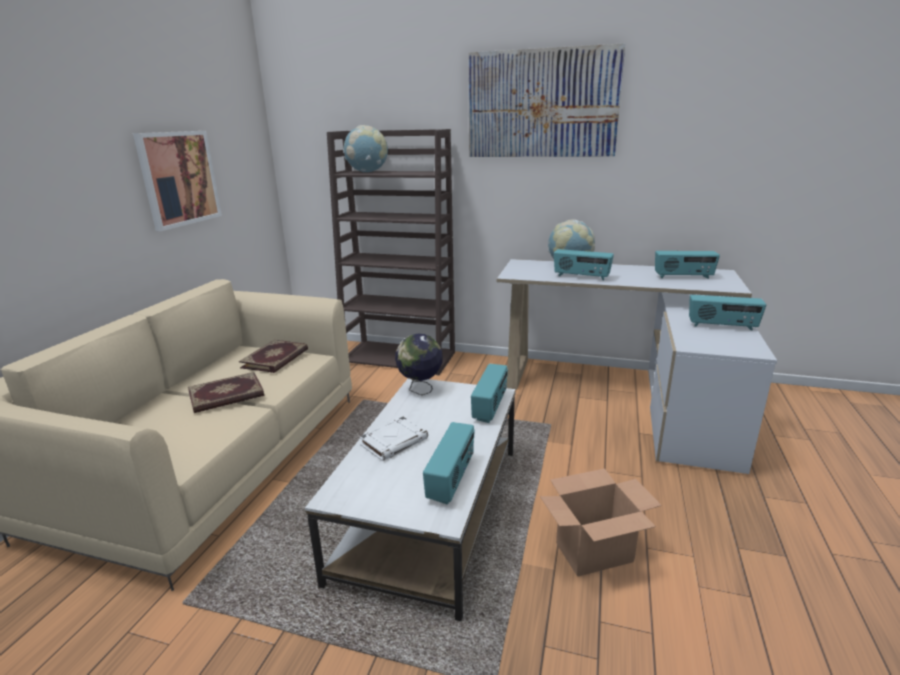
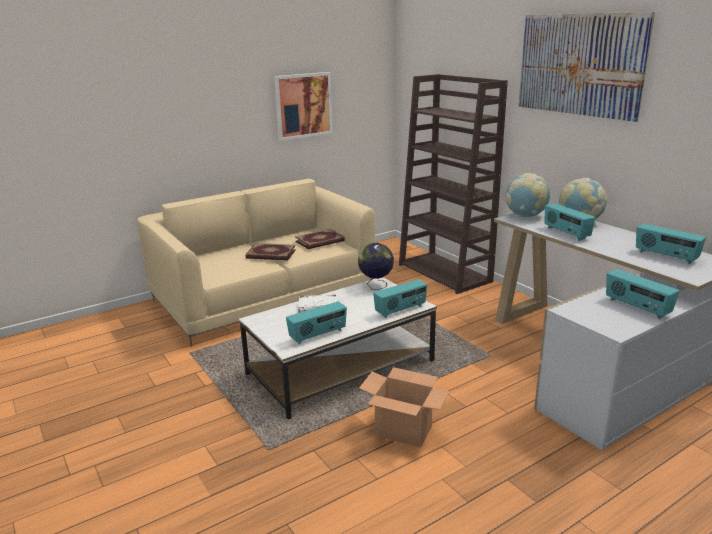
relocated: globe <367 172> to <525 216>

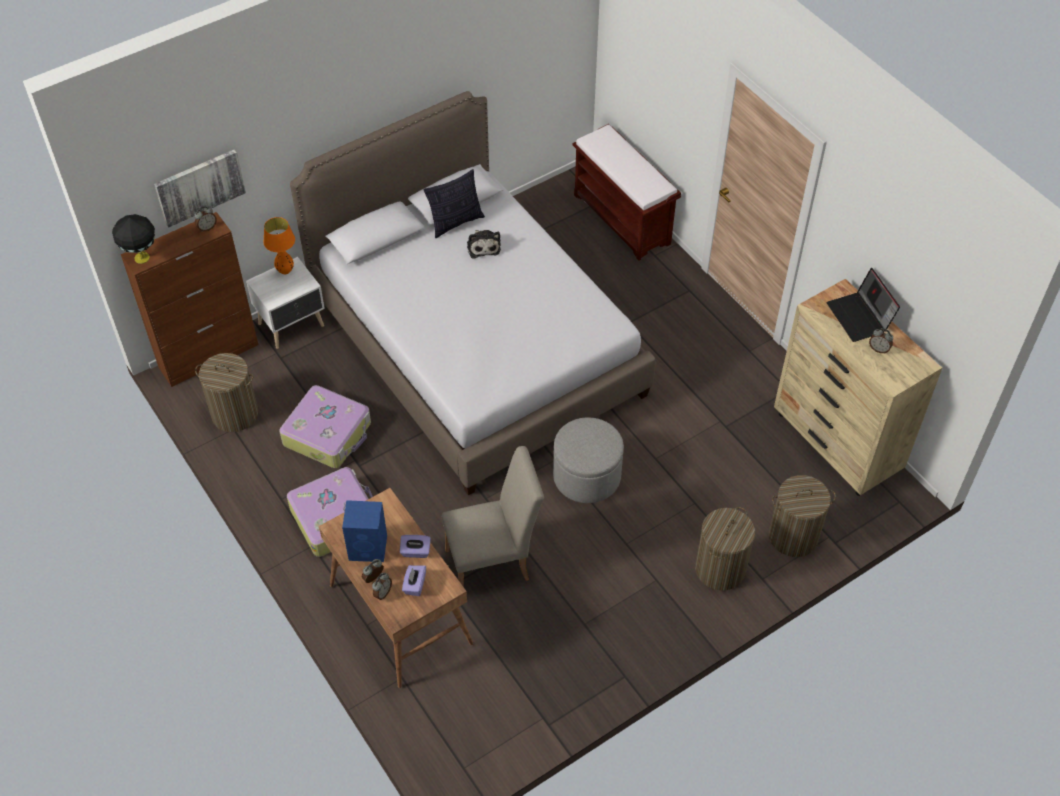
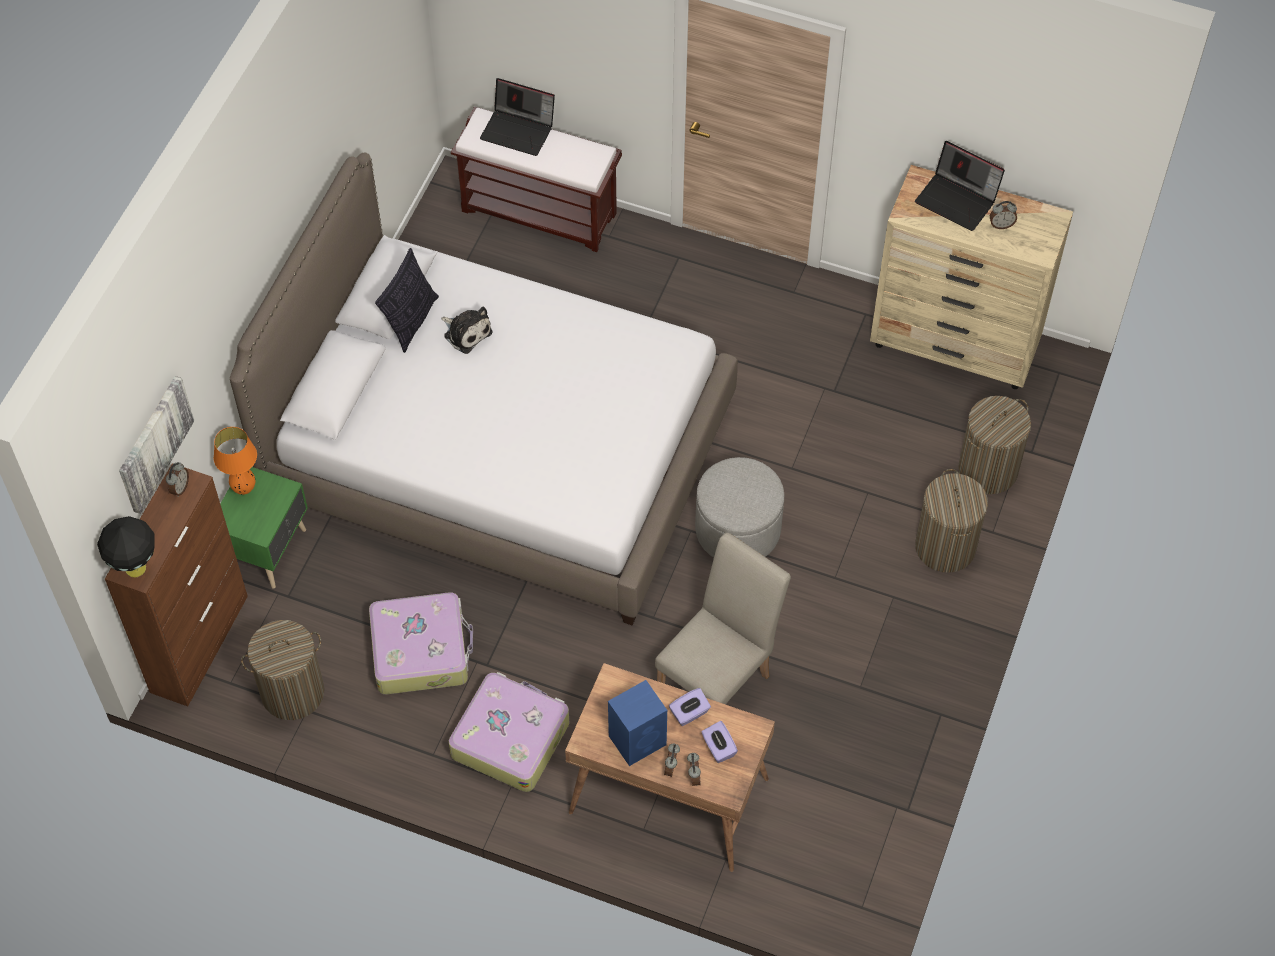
appeared: notebook computer <519 130>
colour: night table (white-coloured) <292 325> to night table (greenish) <268 550>

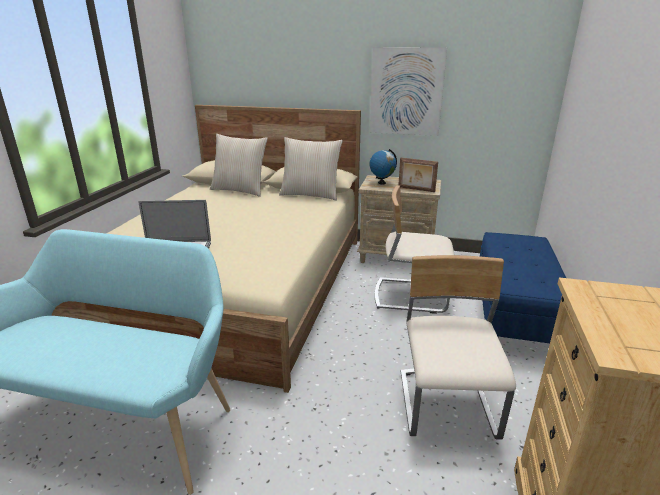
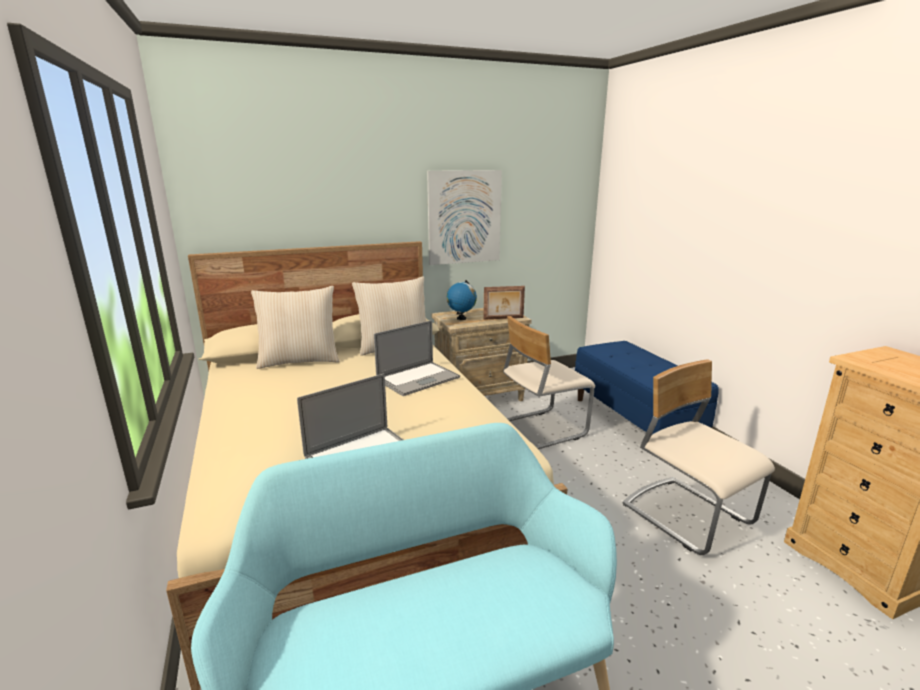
appeared: notebook computer <418 379>

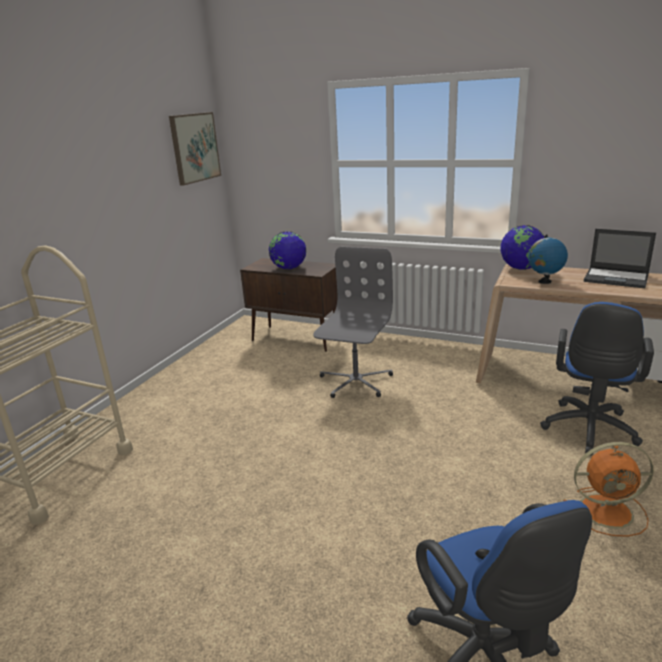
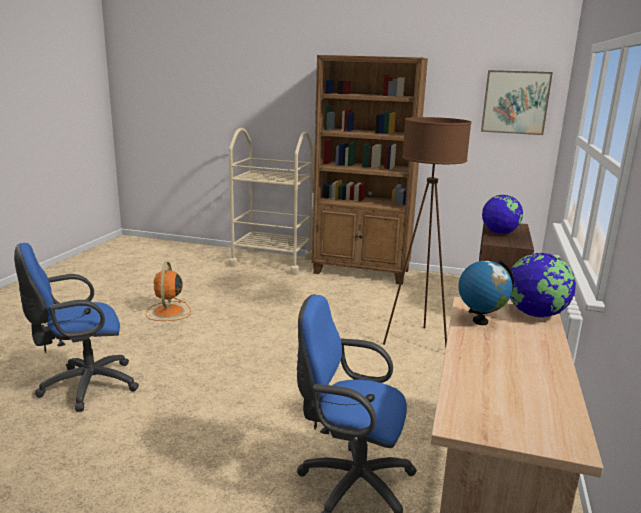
missing: notebook computer <617 278>
appeared: bookshelf (brownish) <362 272>
relocated: electric fan (orange) <608 511> to <168 312>
exchanged: office chair (greyish) <355 381> to floor lamp (brownish) <417 342>

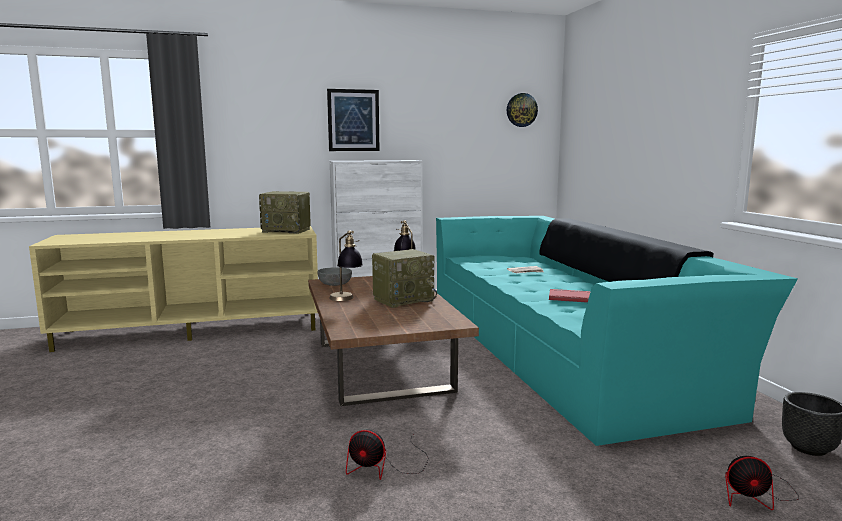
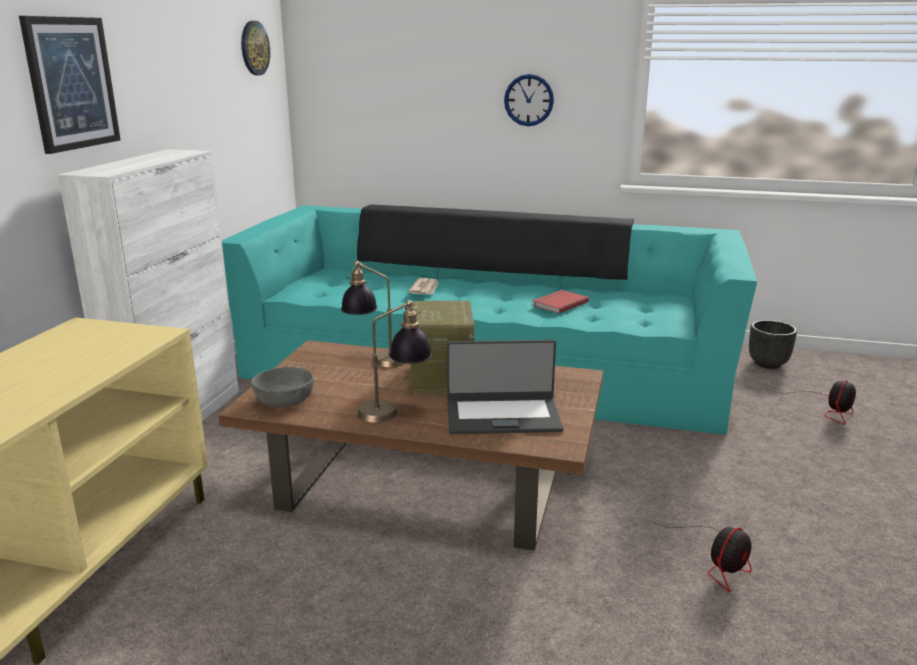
missing: radio <287 230>
appeared: notebook computer <502 416>; wall clock <529 100>

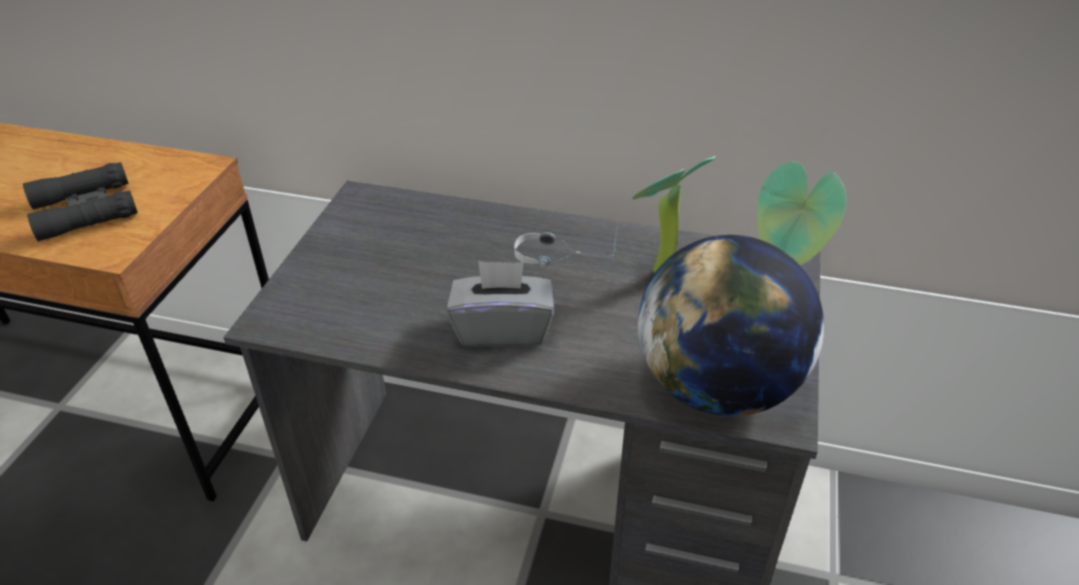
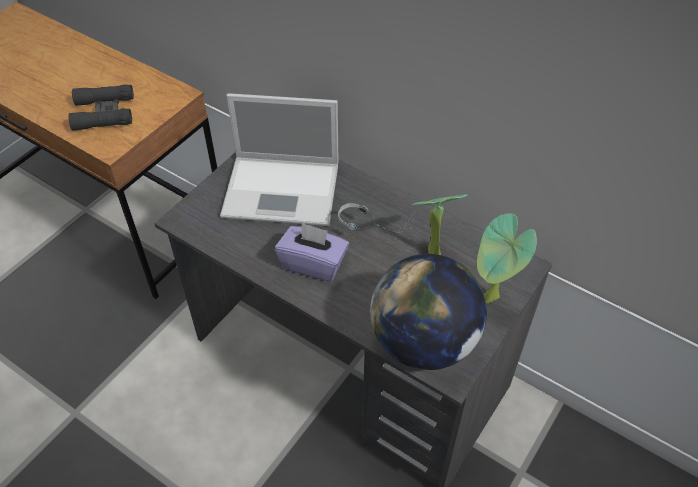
appeared: notebook computer <284 190>
colour: tissue holder (greyish) <502 329> to tissue holder (purple-coloured) <313 263>

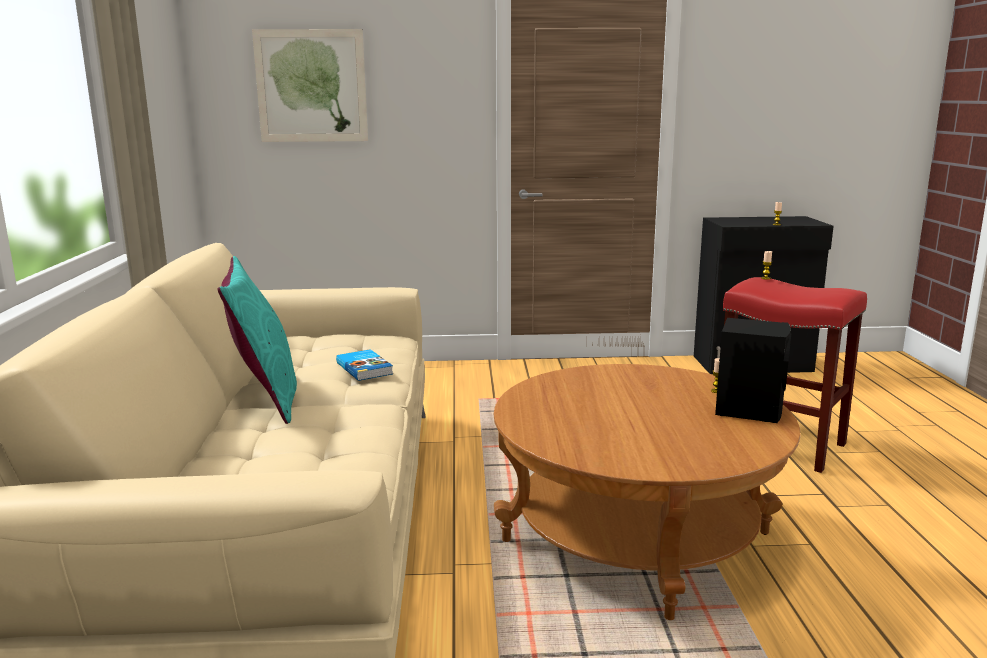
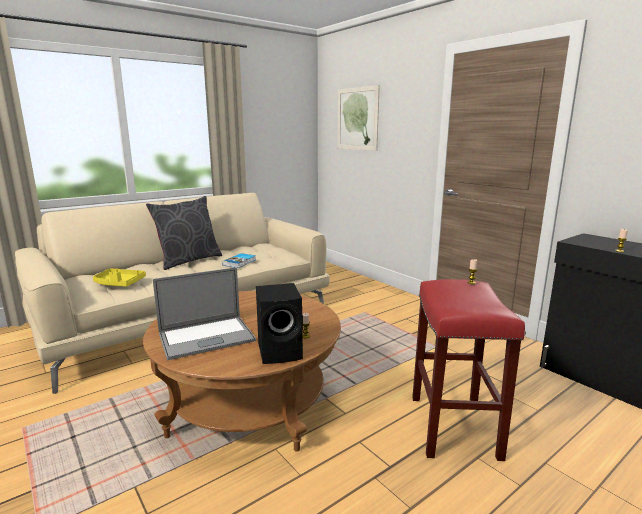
appeared: serving tray (yellow) <119 283>; notebook computer <206 337>
colour: throw pillow (turquoise-coloured) <265 399> to throw pillow (greyish) <188 260>

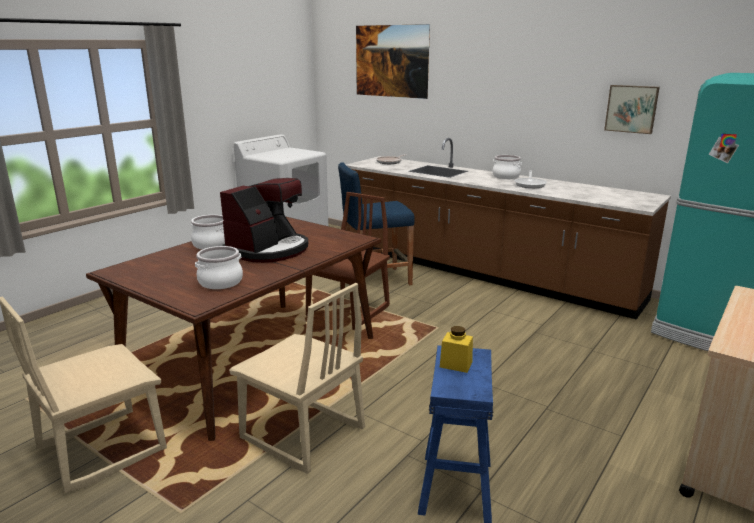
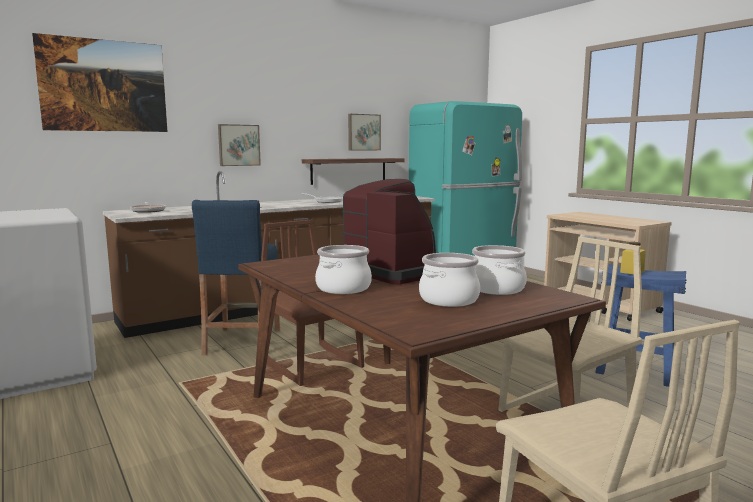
appeared: wall art <238 145>; shelf <349 170>
relocated: cooking pot <506 176> to <449 300>

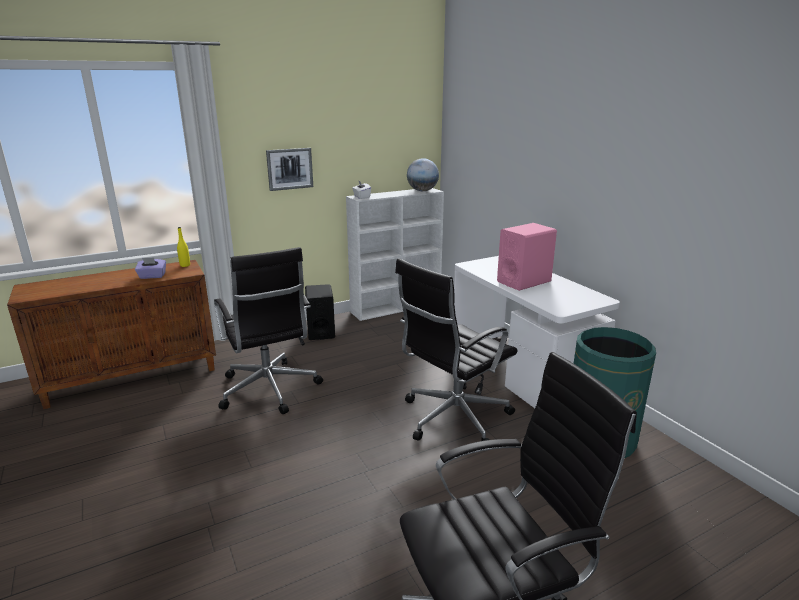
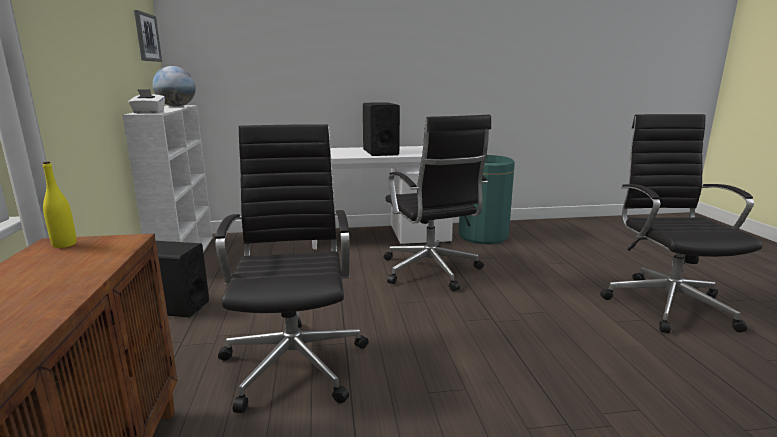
missing: tissue holder (purple-coloured) <152 276>
relocated: wall art <289 169> to <147 37>
colour: loudspeaker (pink) <524 282> to loudspeaker (black-coloured) <380 152>
spun: office chair (black-coloured) <269 390> = <295 361> 90 degrees counterclockwise

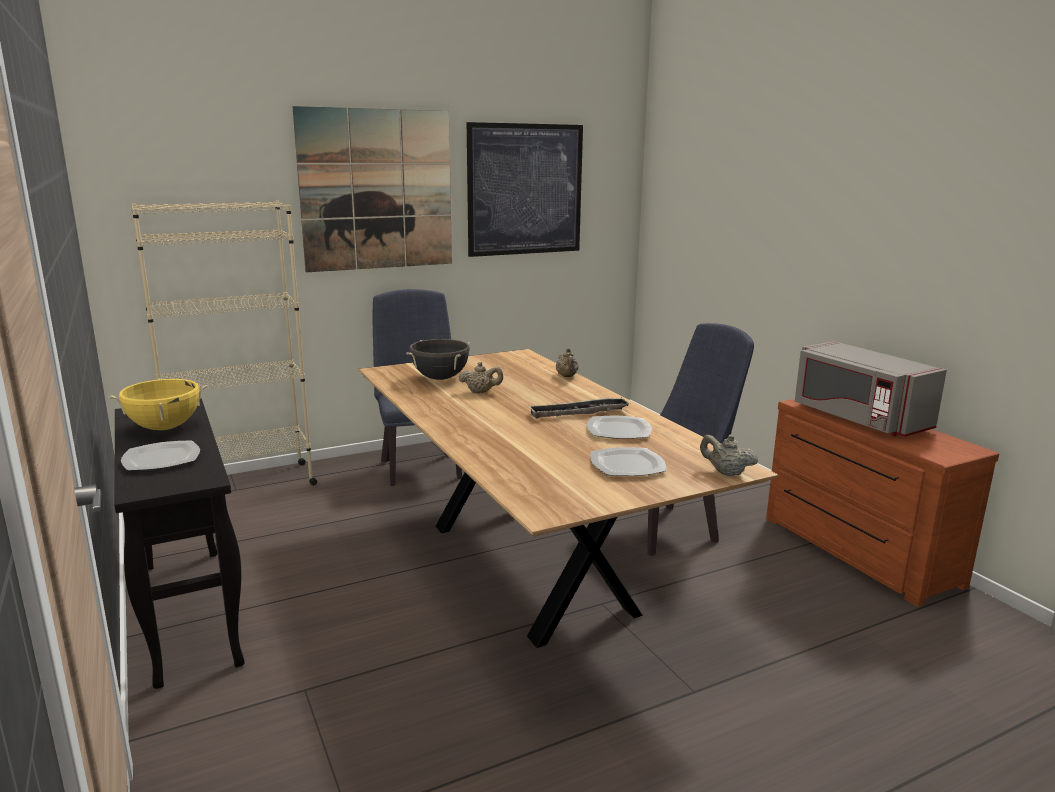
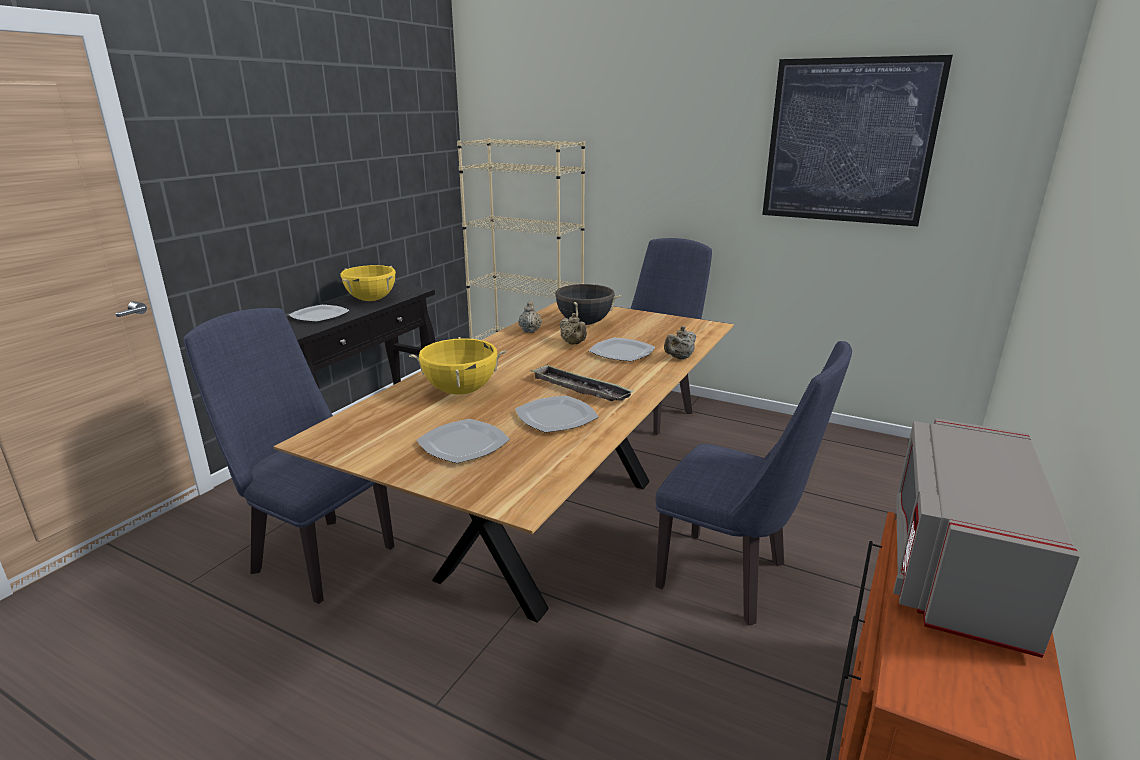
missing: wall art <377 190>
appeared: chair (blue) <316 554>; cooking pot (yellow) <460 391>; dinner plate <621 352>
relocated: teapot (sand-coloured) <726 473> to <530 330>

